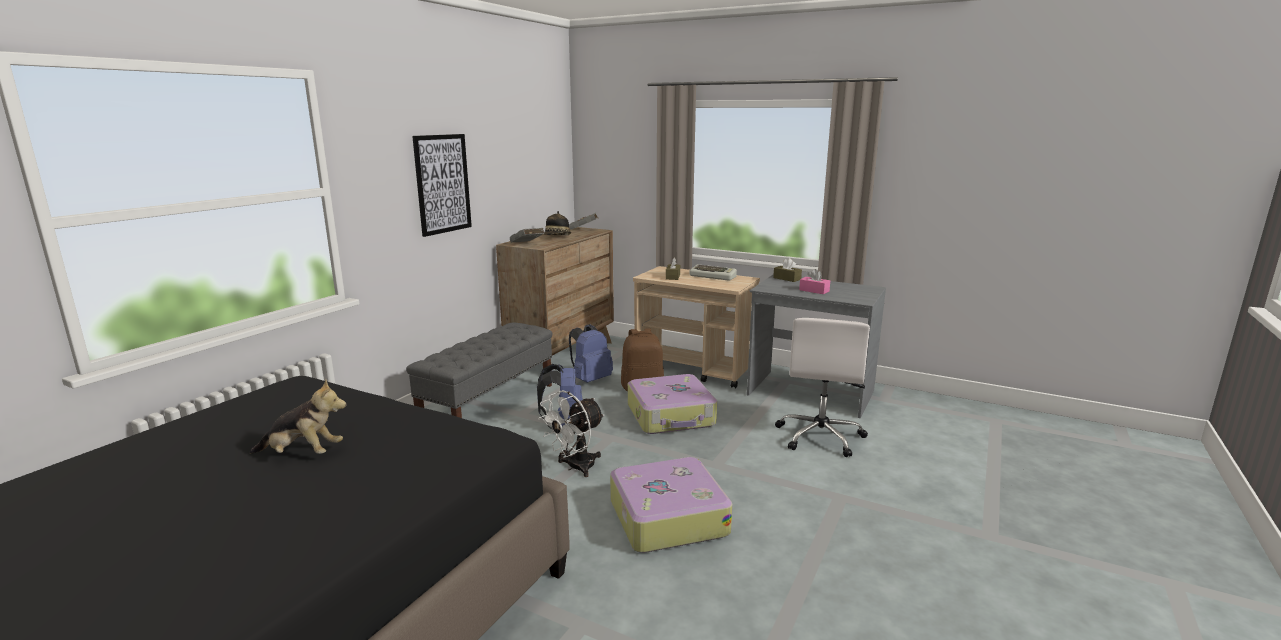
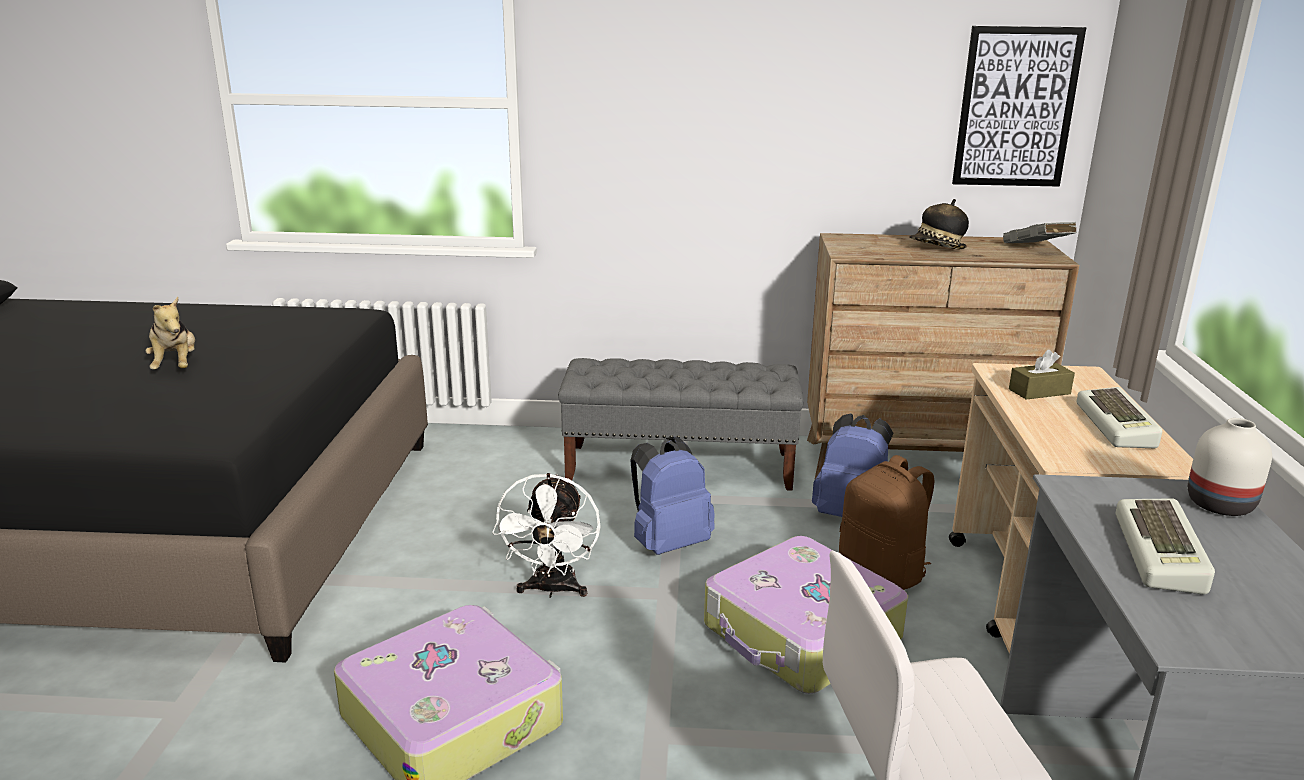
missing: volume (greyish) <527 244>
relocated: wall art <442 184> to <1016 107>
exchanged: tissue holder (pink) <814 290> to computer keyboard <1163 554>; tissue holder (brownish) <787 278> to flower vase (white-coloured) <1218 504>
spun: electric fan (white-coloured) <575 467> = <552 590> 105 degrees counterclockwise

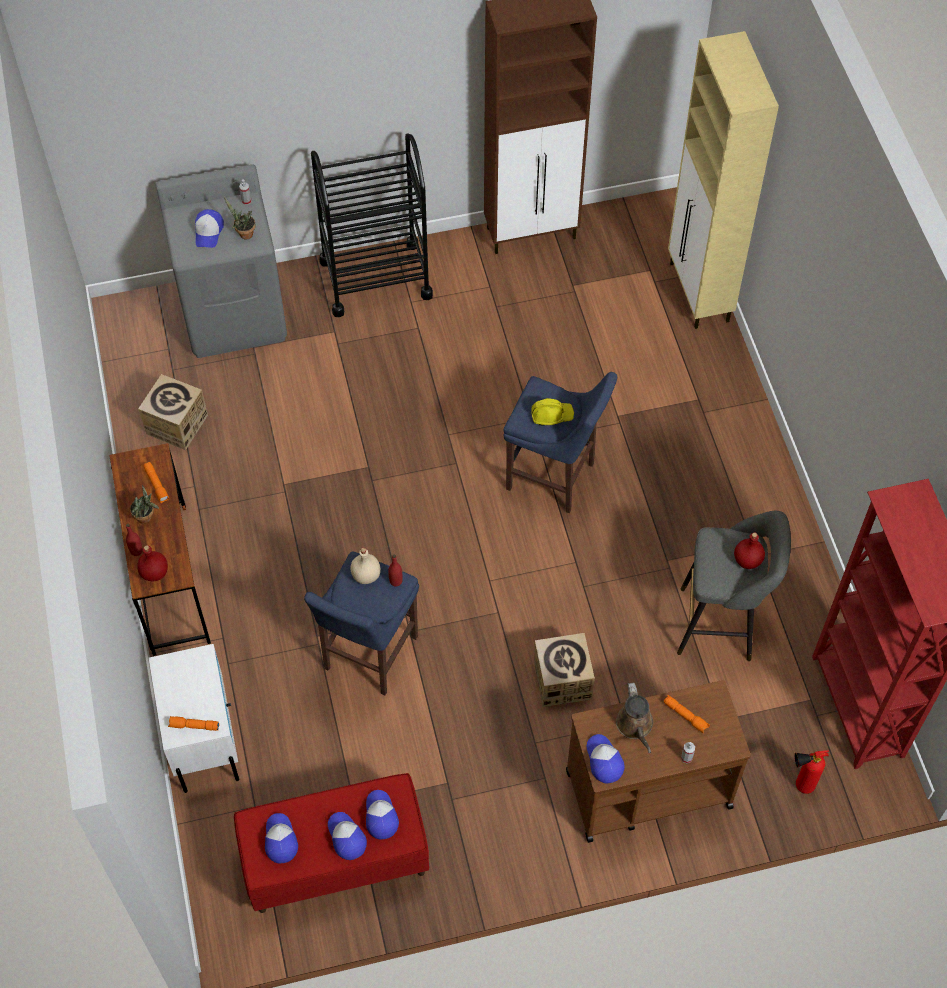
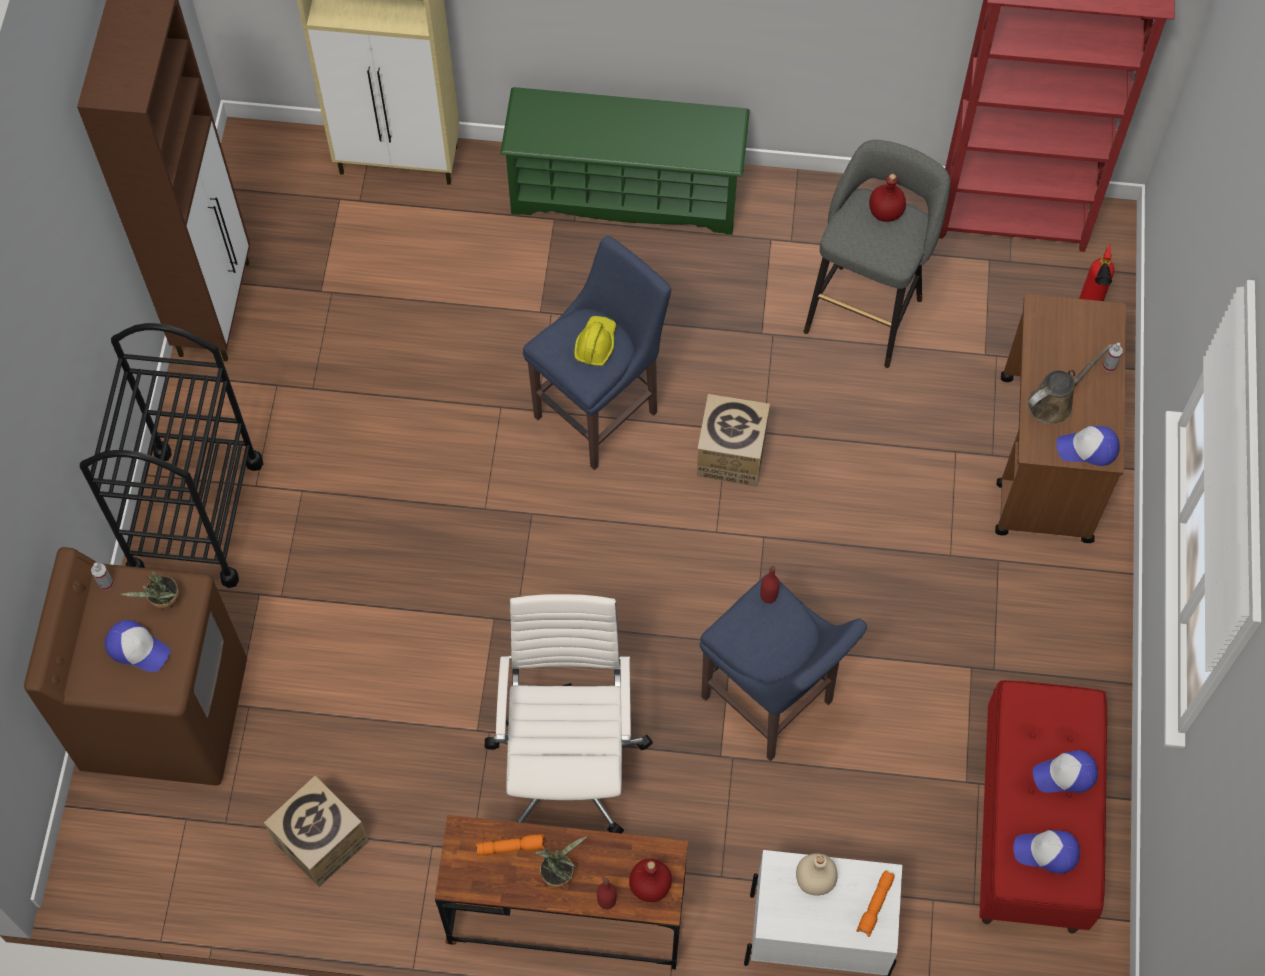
missing: peaked cap <380 816>; flashlight (orange) <686 716>
appeared: office chair (white-coloured) <569 762>; shoe rack (greenish) <626 192>
relocated: cardboard box <562 680> to <731 454>; beverage bottle (sand-coloured) <366 575> to <814 879>
colour: laundry appliance (greyish) <234 313> to laundry appliance (brownish) <166 714>
spun: watering pot (brownish) <635 726> = <1054 402> 45 degrees counterclockwise

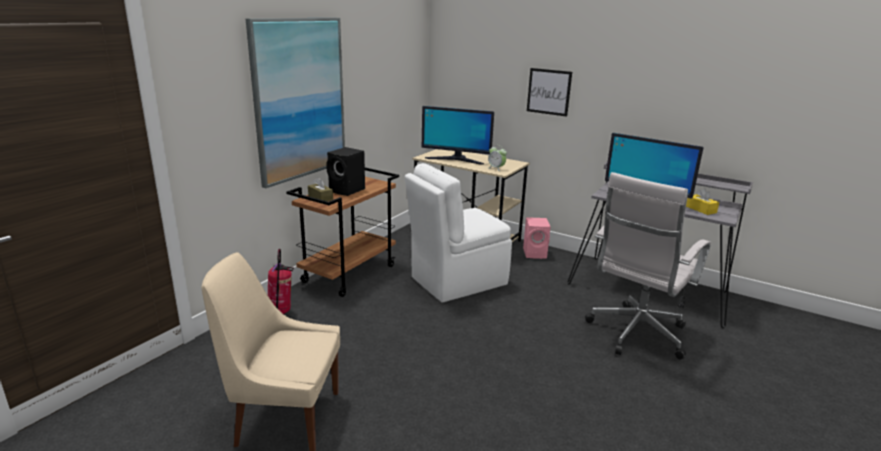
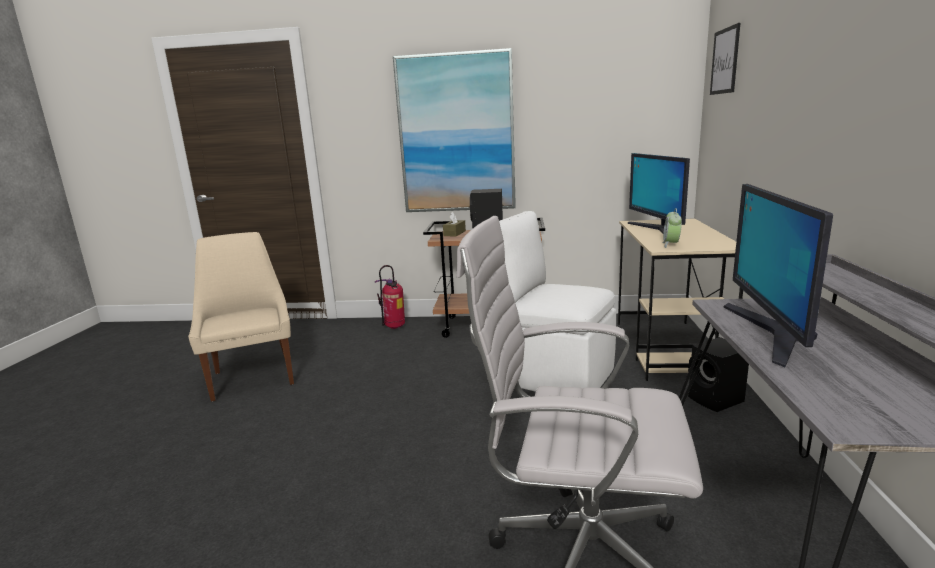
missing: tissue holder (yellow) <701 209>
relocated: wall art <549 92> to <725 61>
colour: loudspeaker (pink) <535 253> to loudspeaker (black-coloured) <716 400>

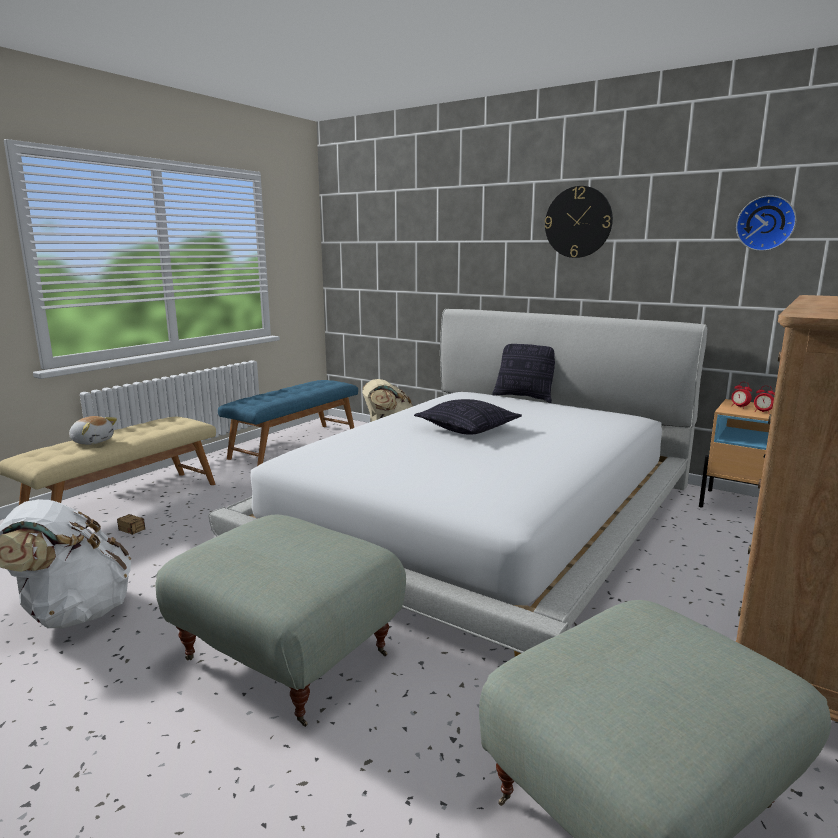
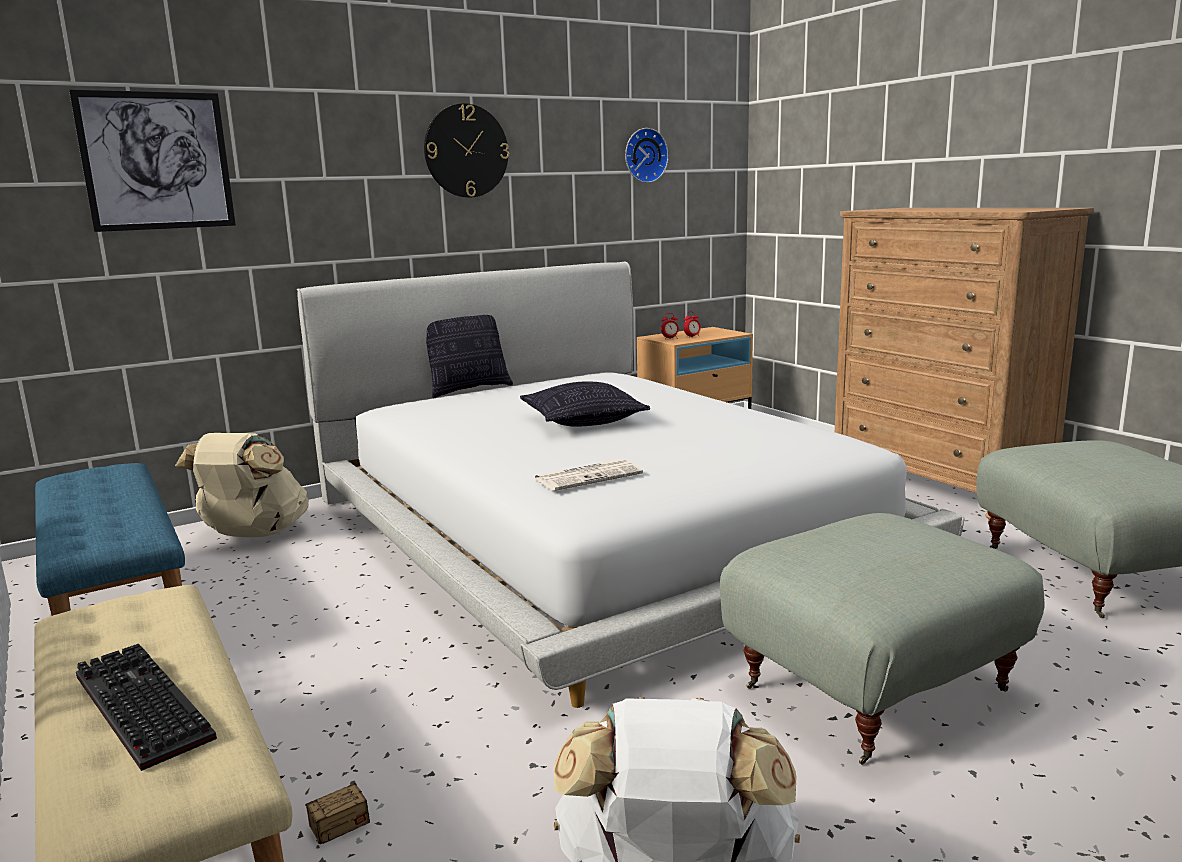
appeared: wall art <156 161>; newspaper <589 476>
exchanged: cuddly toy <92 441> to computer keyboard <136 707>

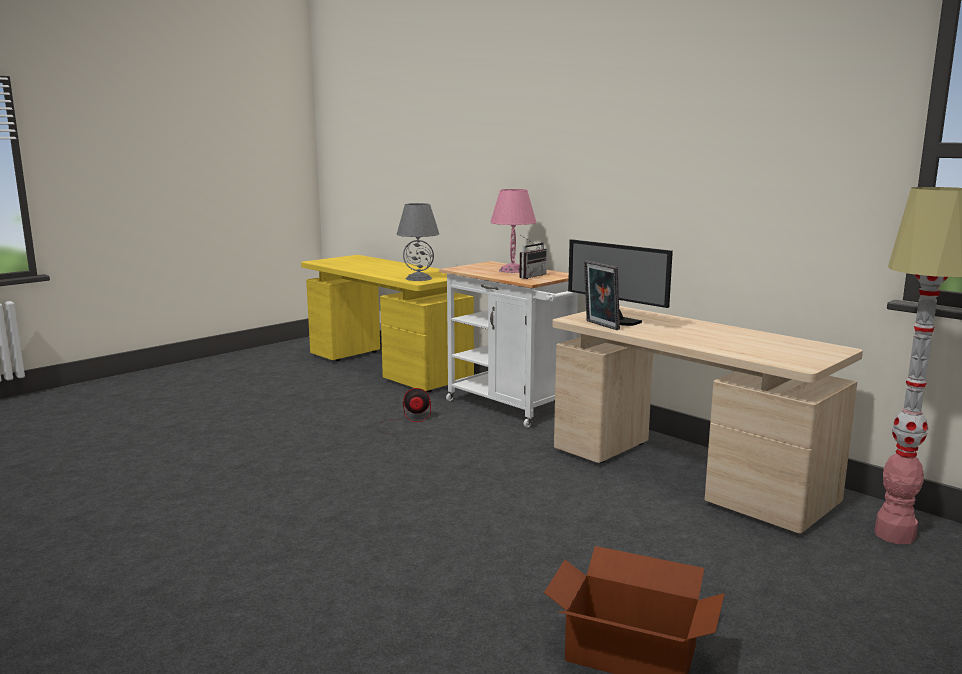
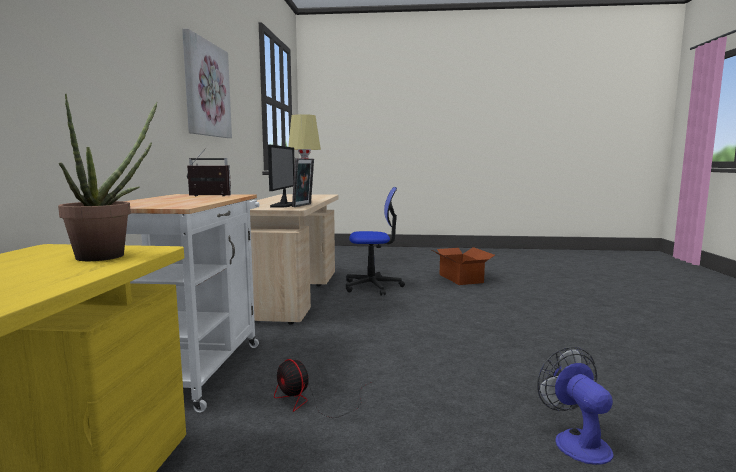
missing: table lamp (pink) <513 270>
appeared: wall art <206 89>; office chair <372 286>; electric fan <576 441>
exchanged: table lamp (greyish) <418 278> to potted plant <110 255>

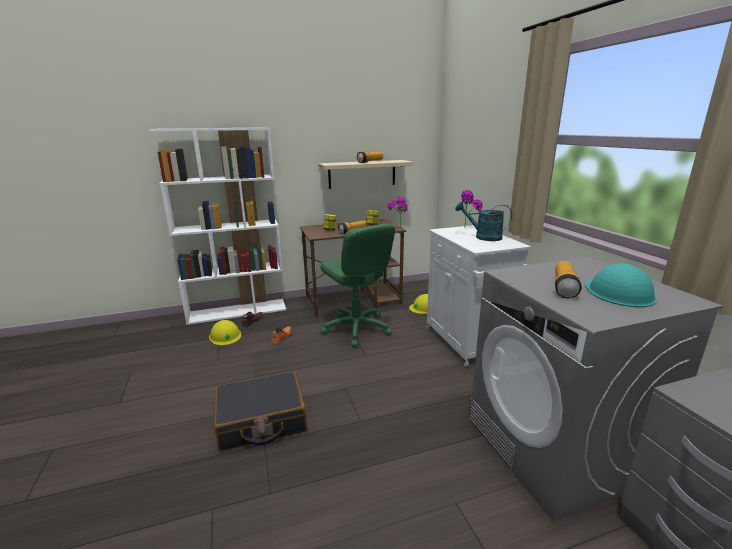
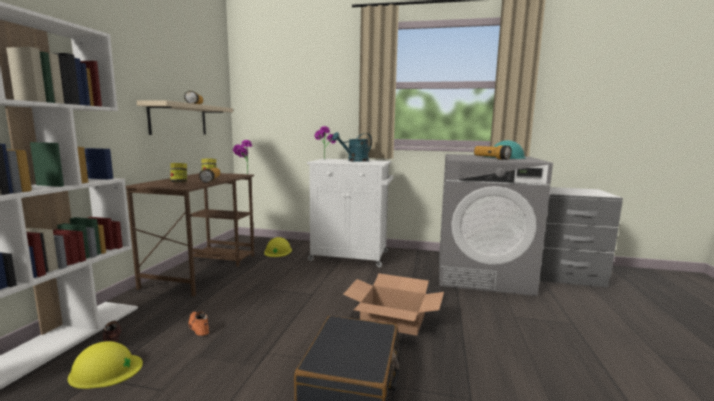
missing: office chair (greenish) <356 329>
appeared: cardboard box <393 319>

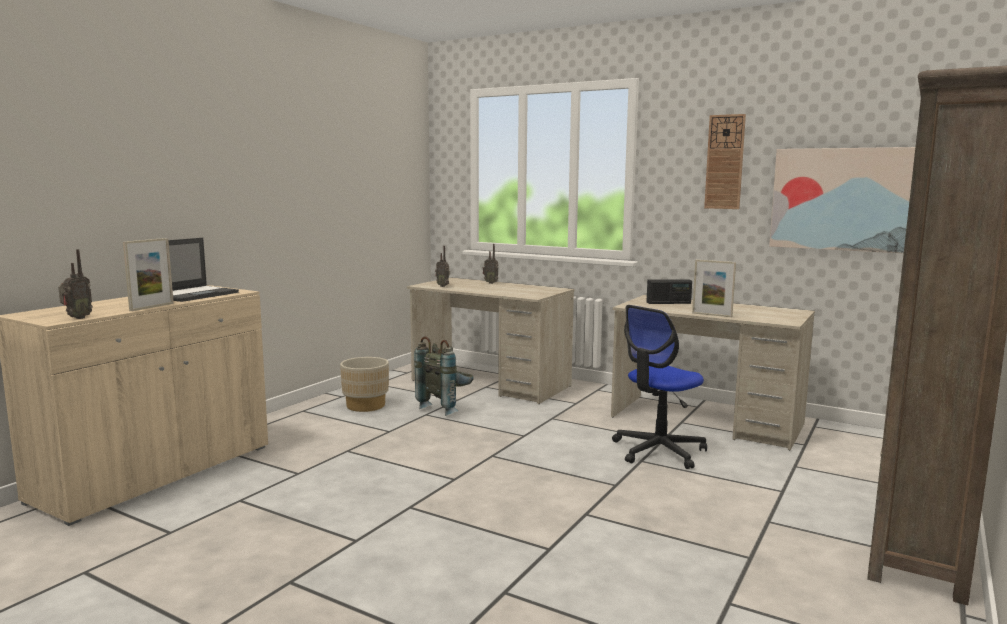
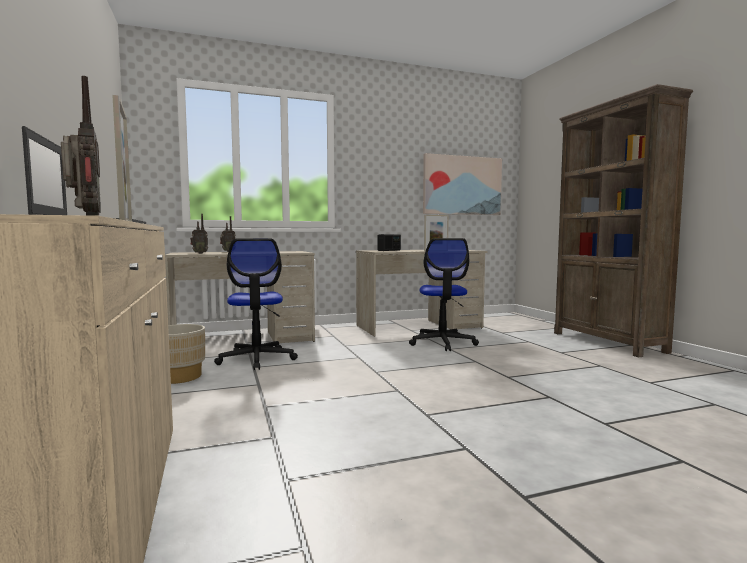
missing: wall clock <724 162>
exchanged: knapsack (greyish) <447 407> to office chair <257 359>

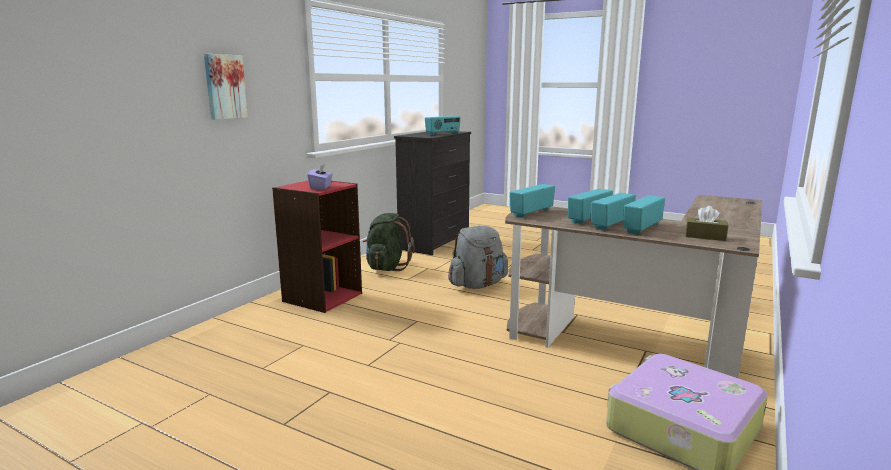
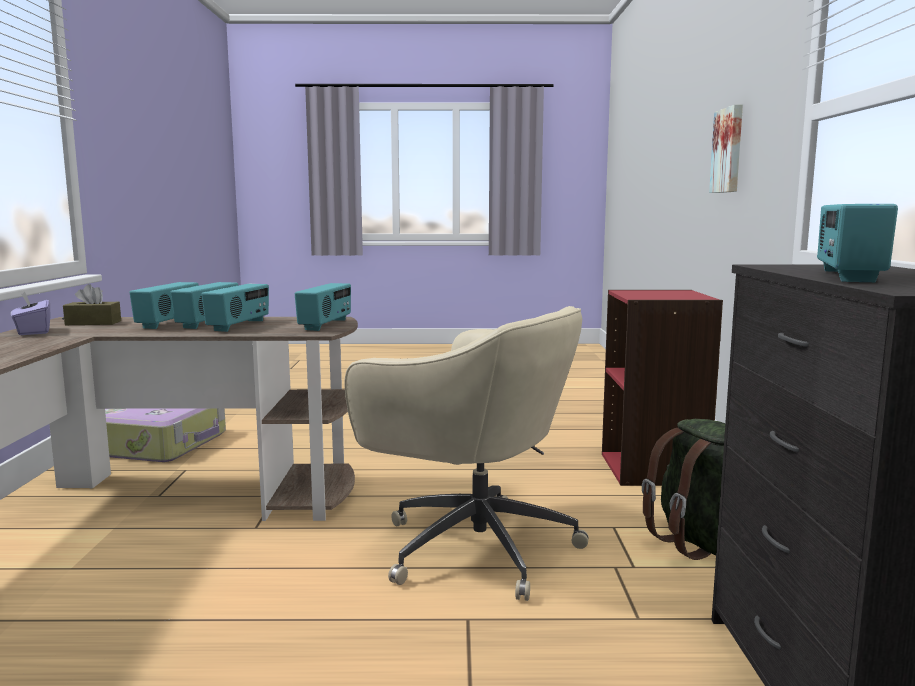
relocated: tissue holder (purple-coloured) <321 187> to <33 332>
exchanged: knapsack (greyish) <477 285> to office chair (sand-coloured) <472 546>

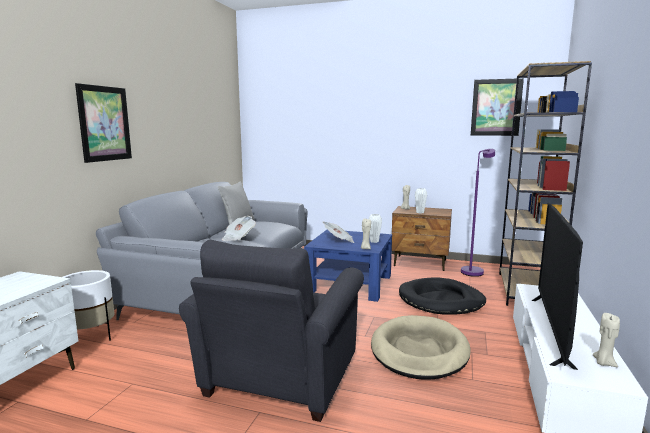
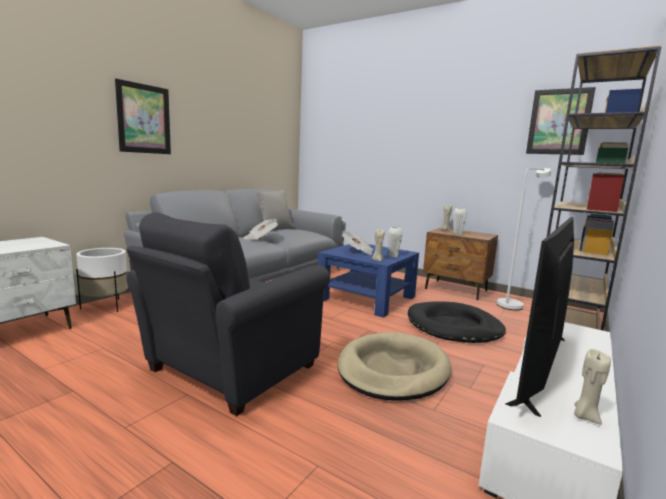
colour: floor lamp (purple-coloured) <474 271> to floor lamp (white-coloured) <513 304>

